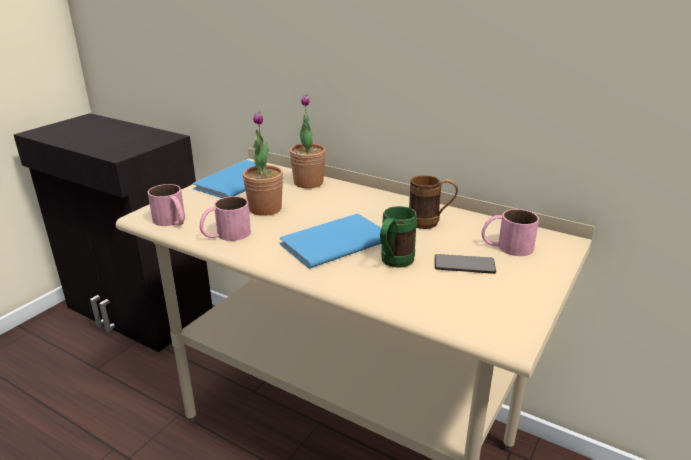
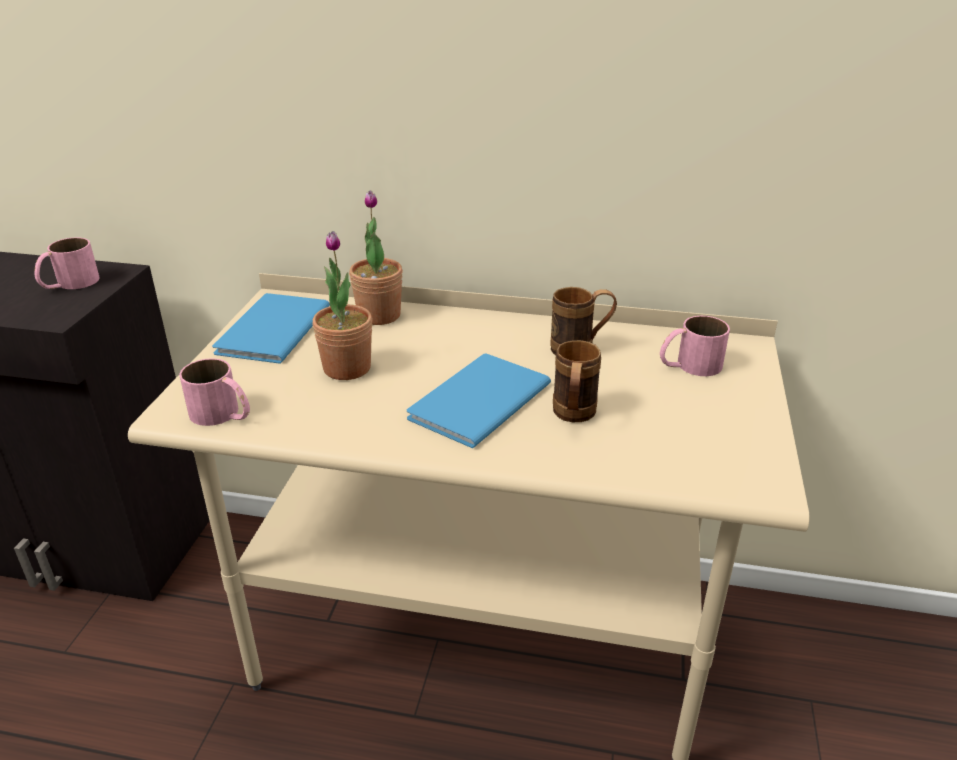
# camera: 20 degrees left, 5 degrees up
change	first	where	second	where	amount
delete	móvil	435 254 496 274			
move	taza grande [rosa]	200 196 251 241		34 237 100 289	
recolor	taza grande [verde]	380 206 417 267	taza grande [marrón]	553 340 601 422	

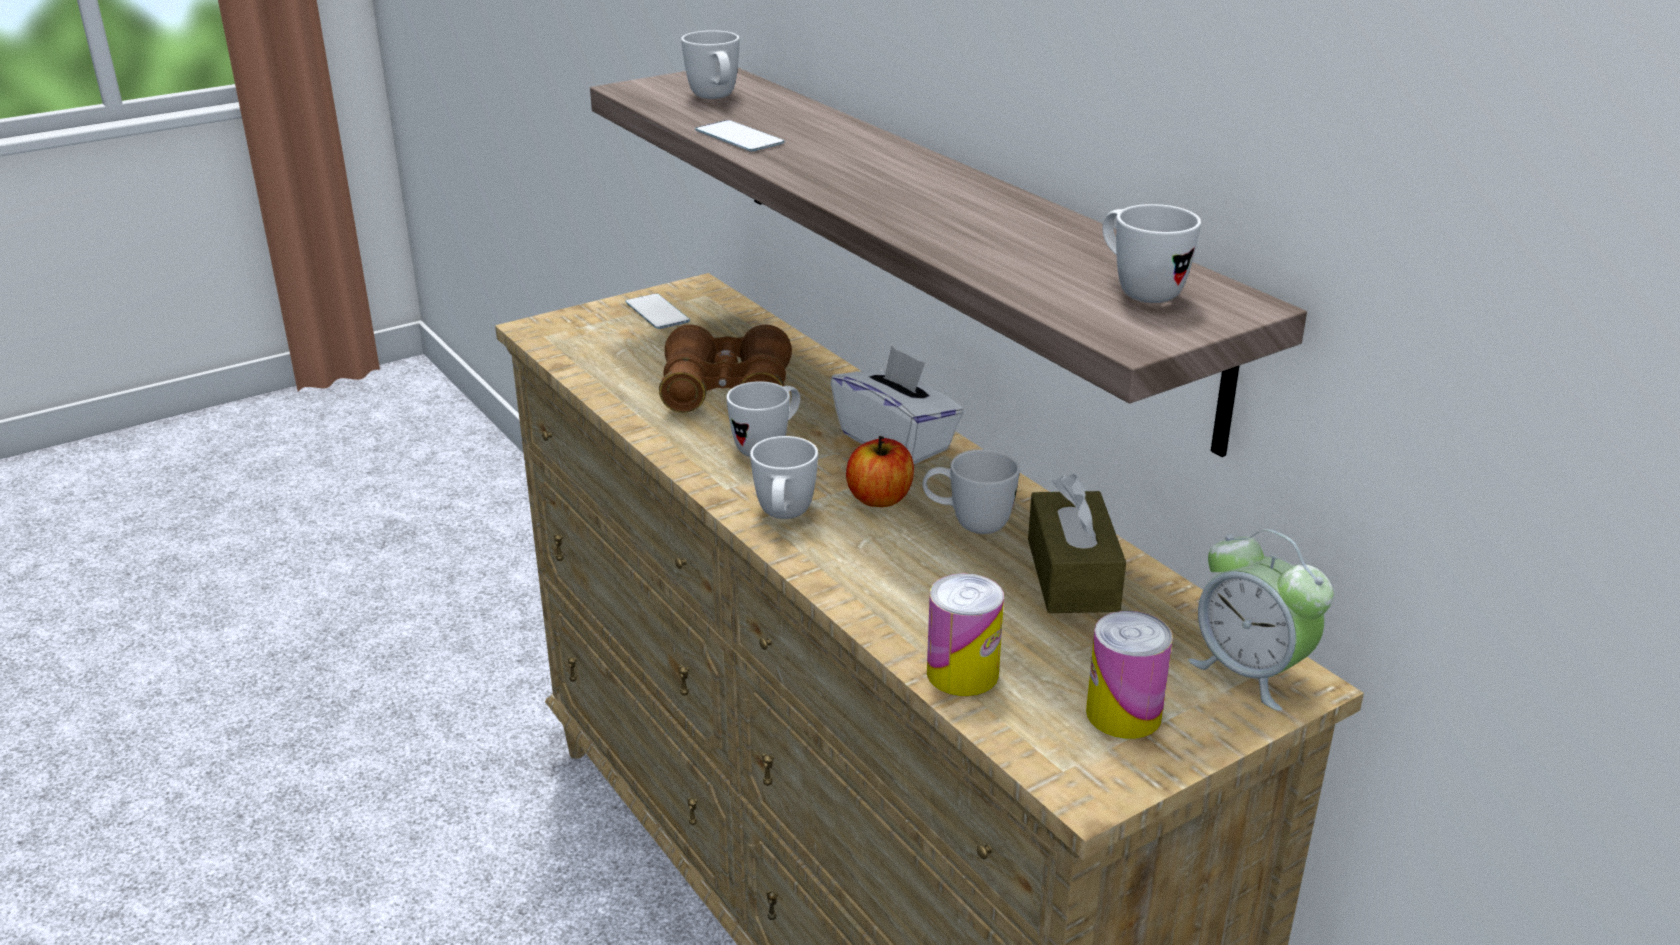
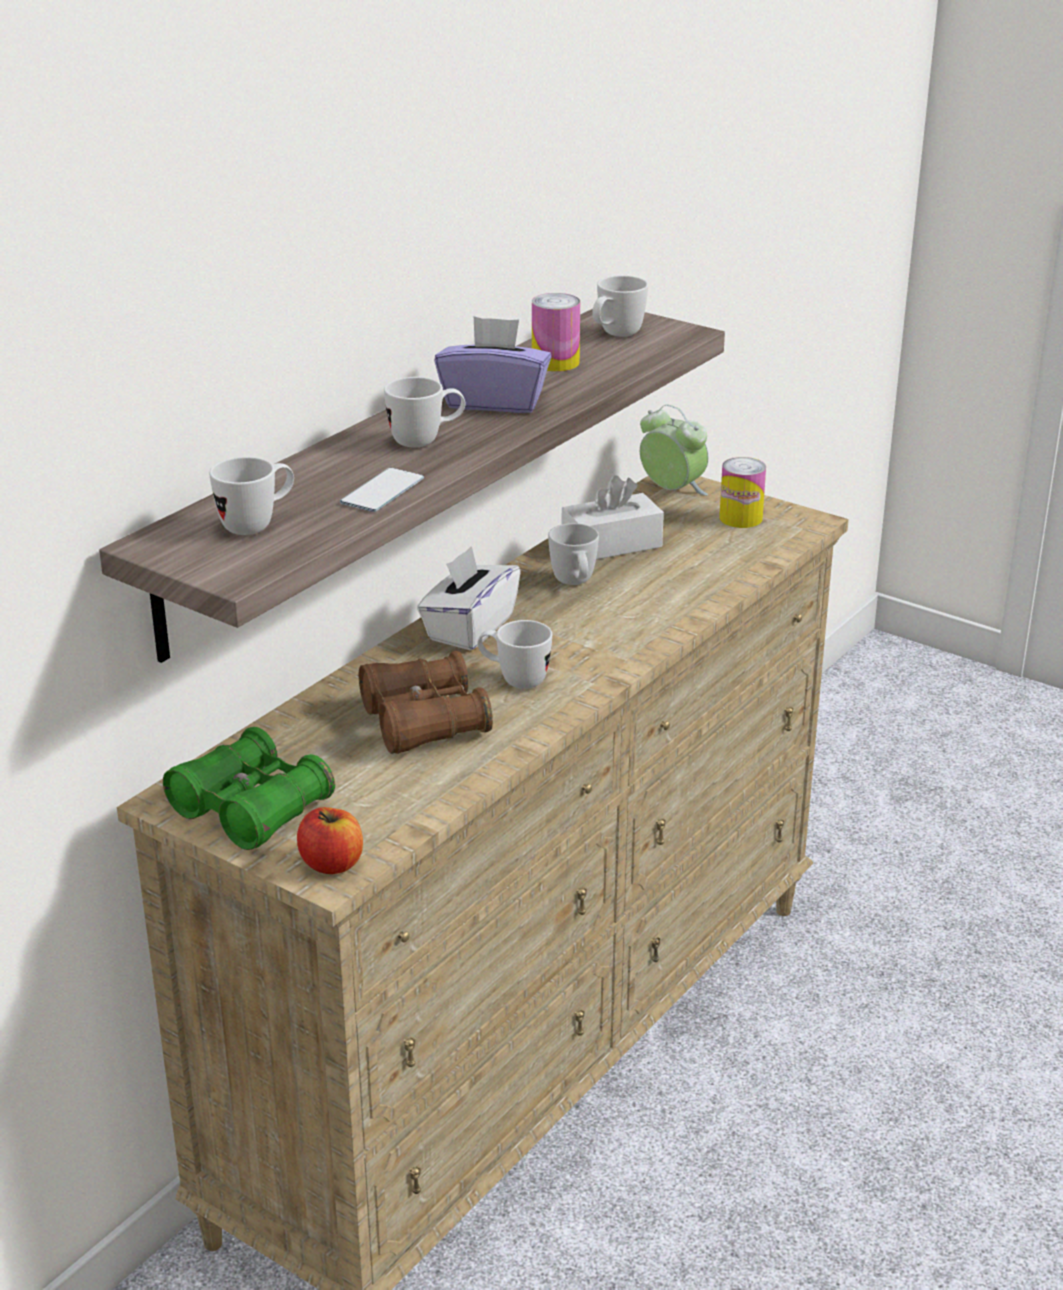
# camera: 110 degrees left, 0 degrees up
change	first	where	second	where	amount
insert			caja de pañuelos [morado]	434 316 552 413	
move	taza grande [blanco]	750 436 818 519		384 377 465 448	
move	manzana	846 436 914 507		297 807 363 874	
move	lata	927 573 1004 696		532 293 580 372	
replace	móvil	625 293 690 329	prismáticos [verde]	163 727 335 850	
recolor	caja de pañuelos [marrón]	1028 474 1126 613	caja de pañuelos [blanco]	562 475 664 559	
rotate	despertador	1188 529 1333 711		640 404 708 496	75 degrees counterclockwise

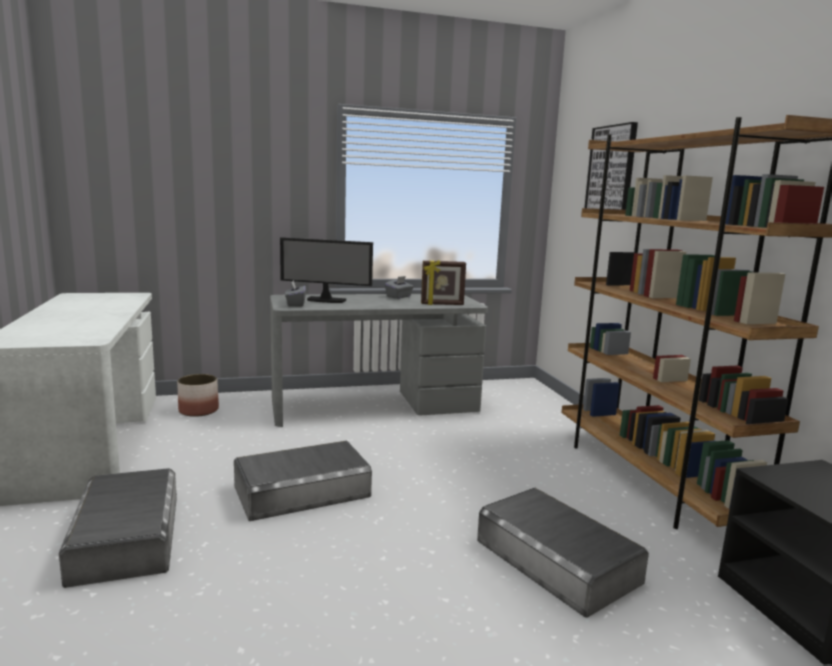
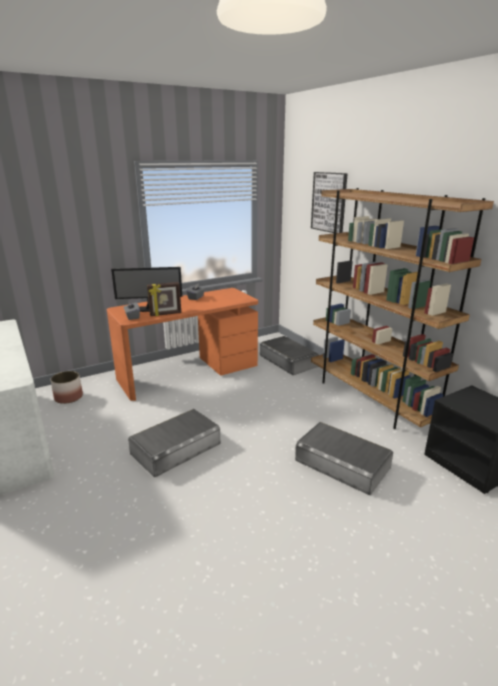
# camera: 15 degrees left, 10 degrees up
change	first	where	second	where	amount
move	caja de almacenaje [gris]	59 468 177 588		260 336 319 375	
move	portarretratos	421 260 466 305		147 282 181 316	
recolor	escritorio [gris]	270 294 488 427	escritorio [naranja]	107 288 258 401	

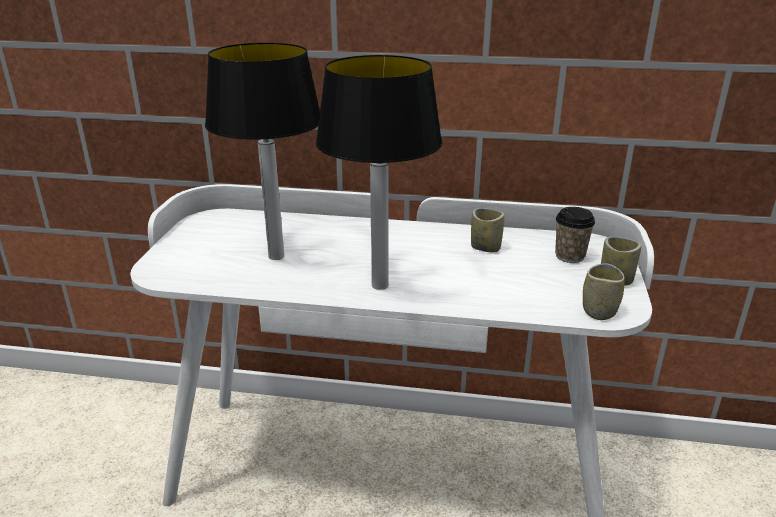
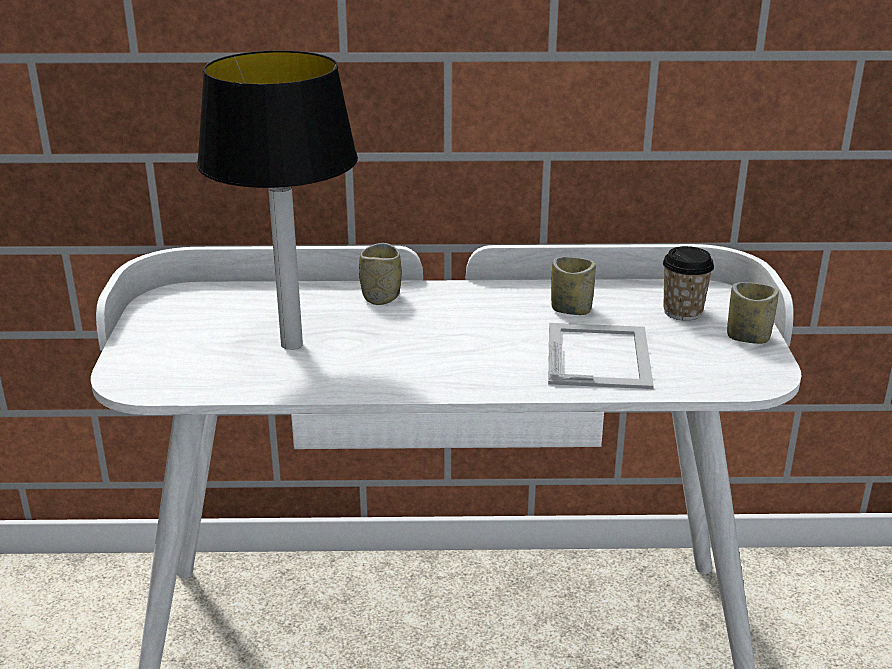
# camera: 10 degrees left, 0 degrees up
change	first	where	second	where	amount
delete	lámpara de mesa	316 55 443 290			
insert			portarretratos	548 323 654 389	
move	taza	583 263 625 320		359 243 402 305	

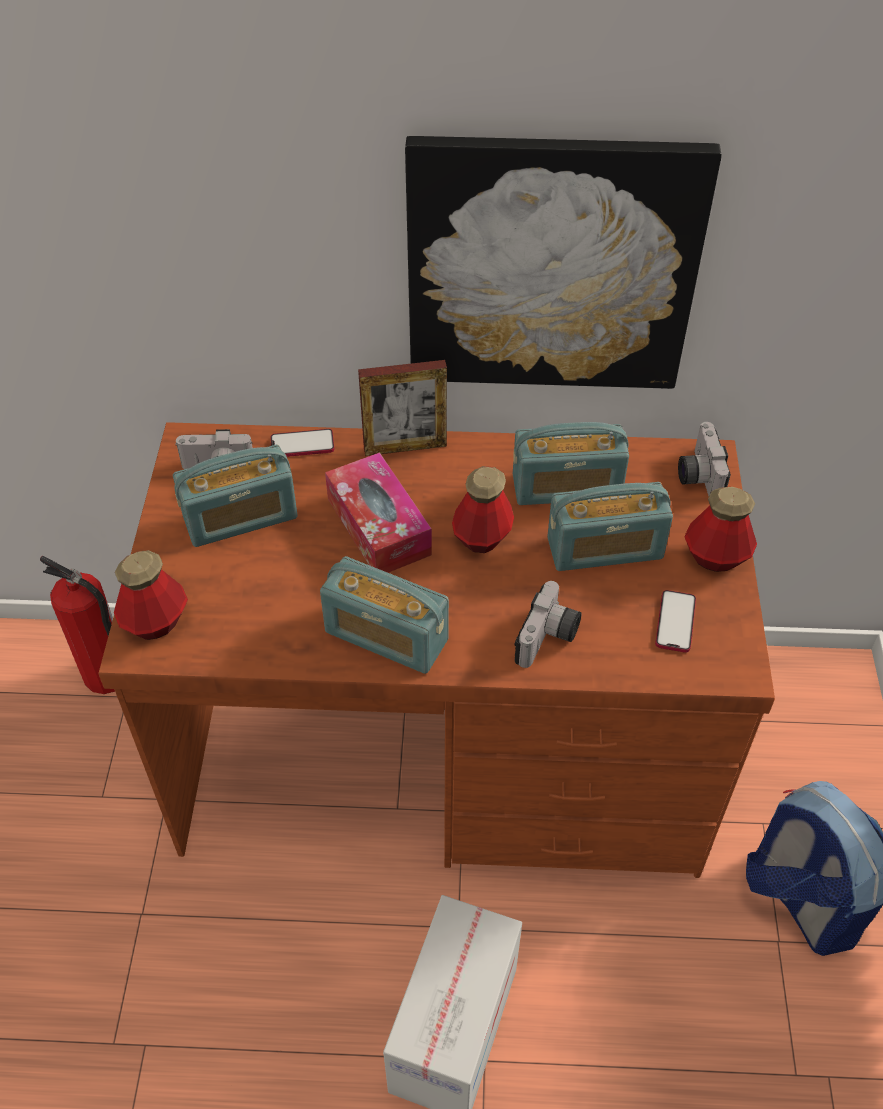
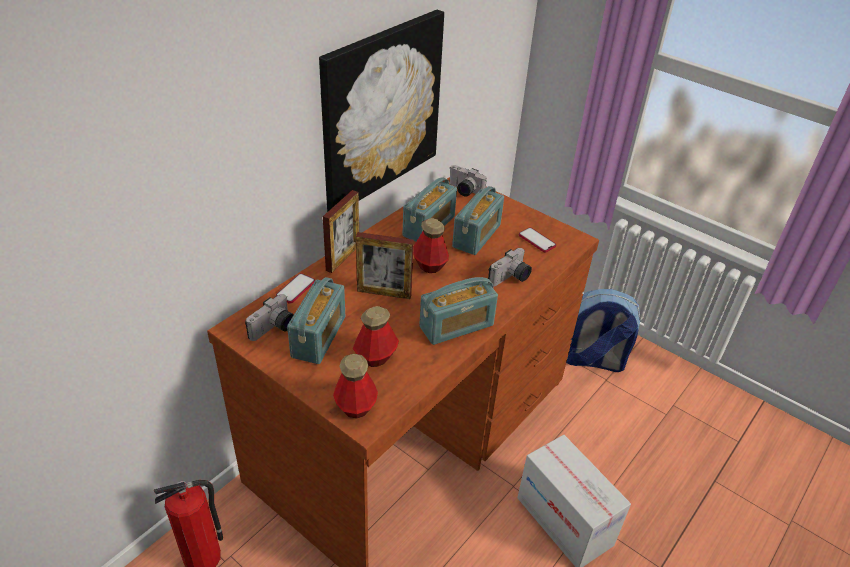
# camera: 55 degrees left, 10 degrees down
change	first	where	second	where	amount
move	botella	684 487 757 572		353 306 399 367	
replace	caja de pañuelos	325 452 432 573	portarretratos	356 232 414 299	
rotate	cámara	514 581 581 668		488 248 532 287	75 degrees clockwise

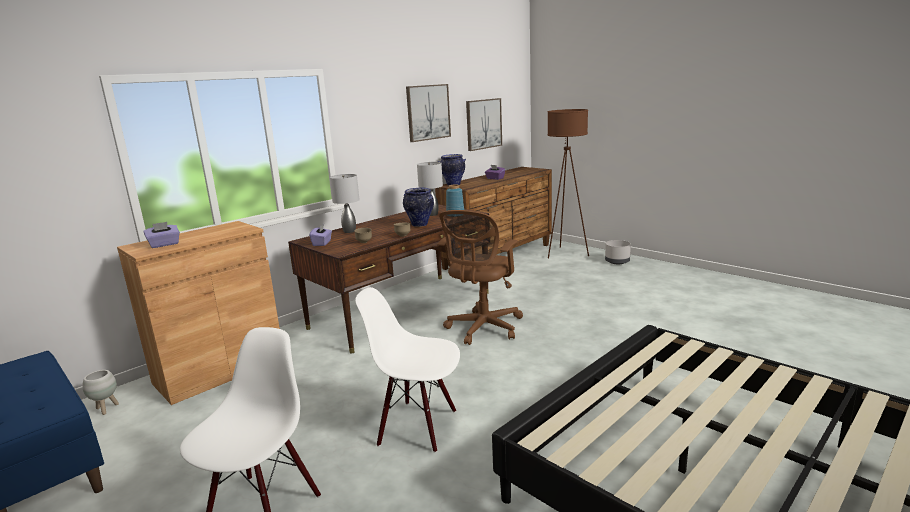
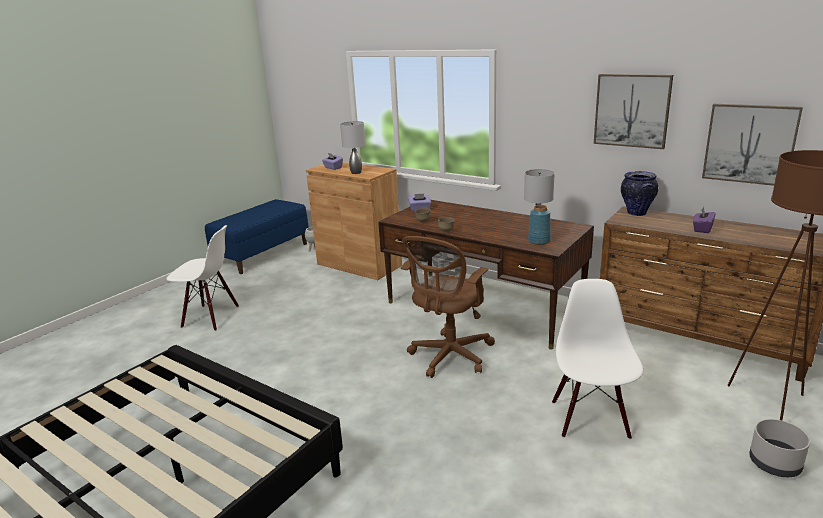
# camera: 80 degrees right, 5 degrees up
change	first	where	second	where	amount
delete	florero	403 188 434 227			
move	lámpara de mesa [gris]	330 174 360 233		340 121 366 174	
move	silla [blanco]	355 287 460 453		552 279 643 439	
rotate	silla de oficina [marrón]	437 210 523 345		401 236 495 378	75 degrees counterclockwise

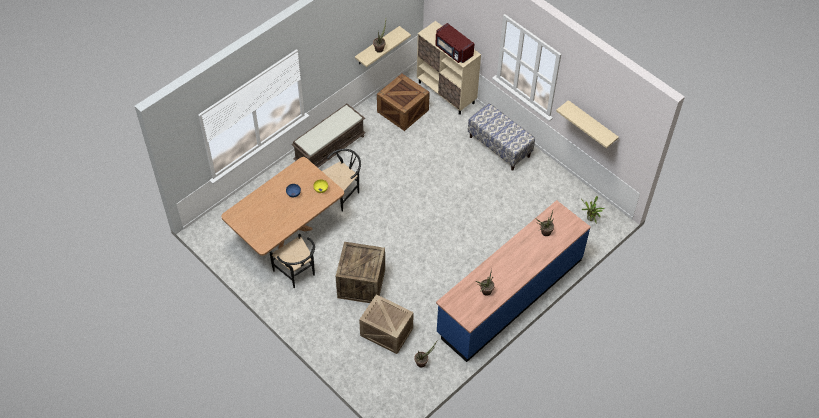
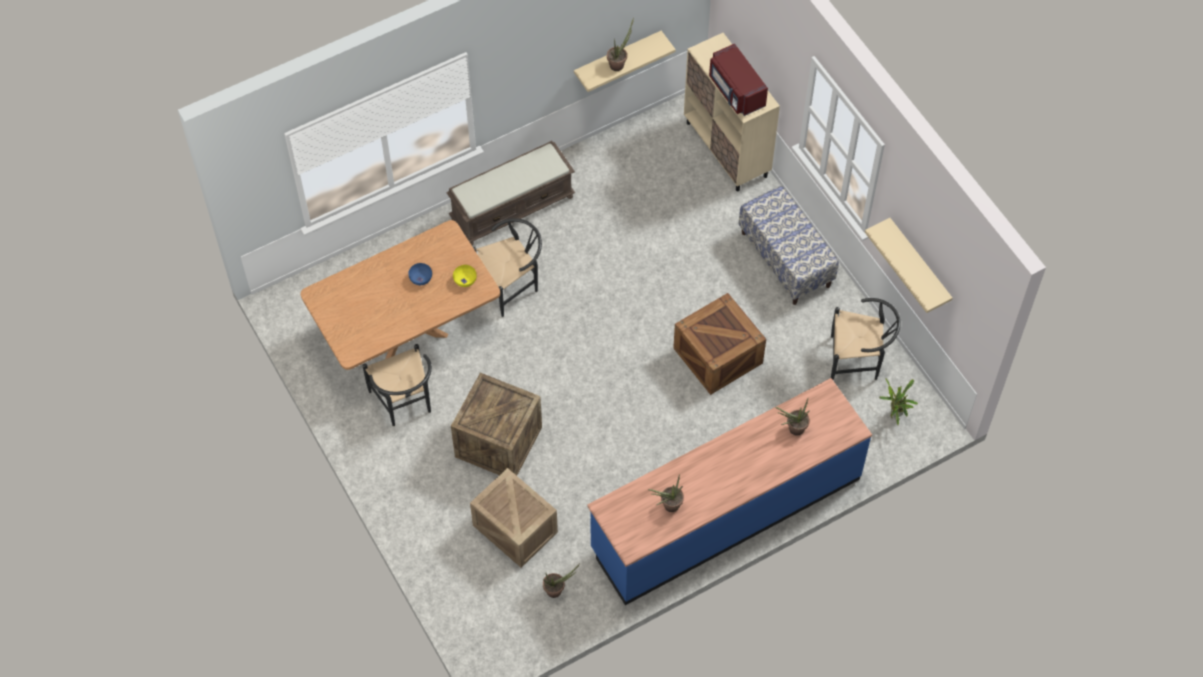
# camera: 15 degrees right, 5 degrees up
change	first	where	second	where	amount
insert			silla [negro]	831 298 901 380	
move	caja de embalaje	377 74 430 131		673 293 766 395	

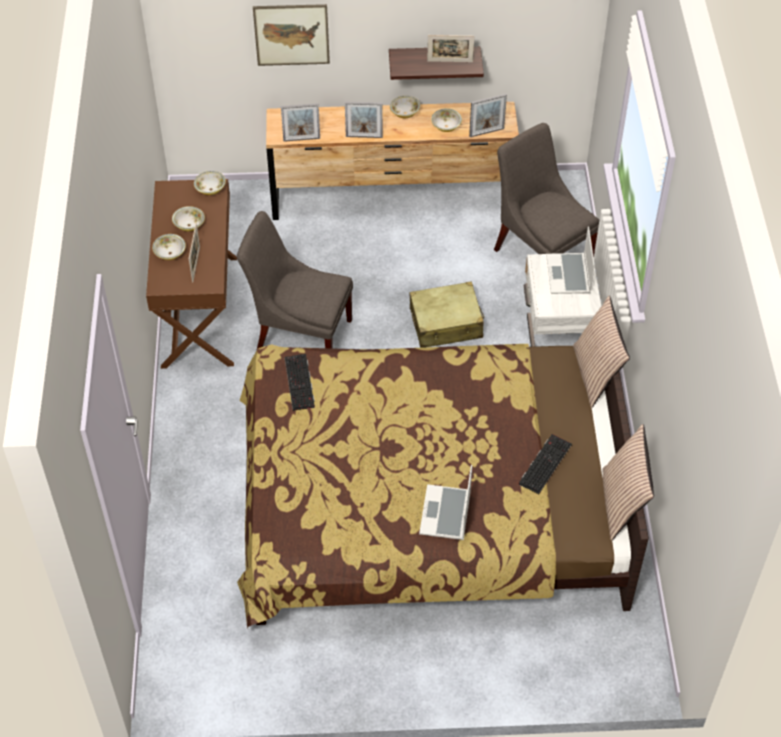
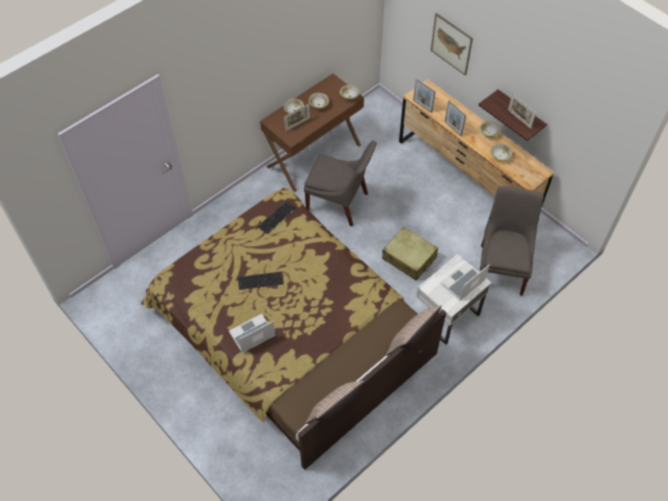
# camera: 50 degrees right, 5 degrees up
change	first	where	second	where	amount
delete	portarretratos	469 94 507 137			
move	teclado	519 434 572 494		238 272 284 290	
rotate	silla [gris]	237 211 353 349		304 141 377 226	135 degrees clockwise

